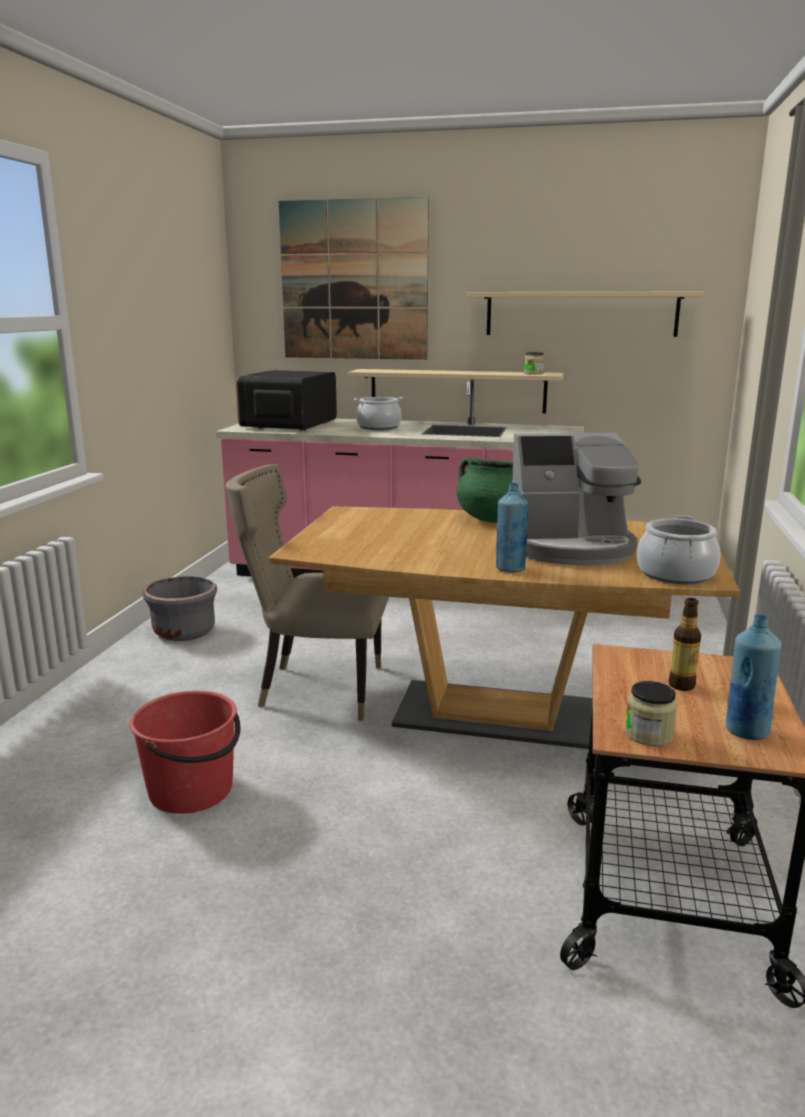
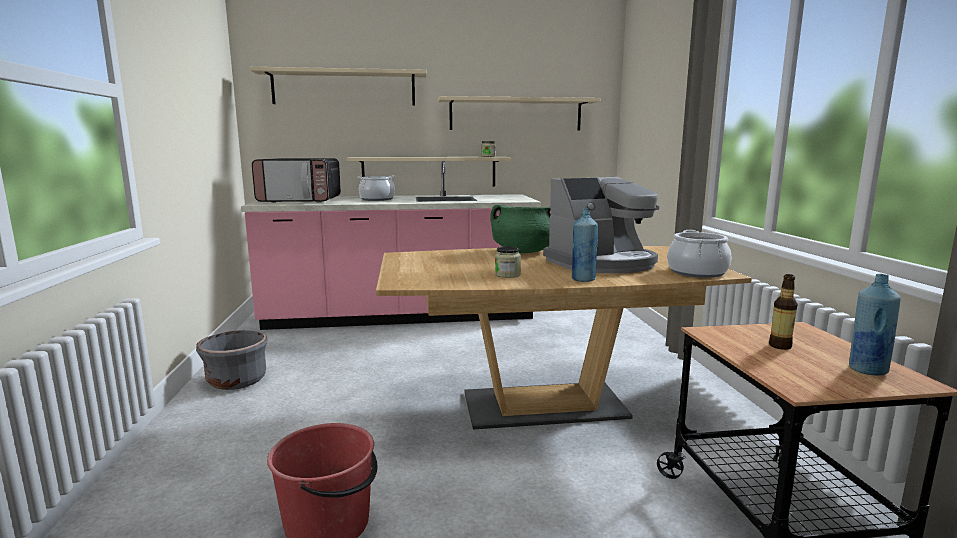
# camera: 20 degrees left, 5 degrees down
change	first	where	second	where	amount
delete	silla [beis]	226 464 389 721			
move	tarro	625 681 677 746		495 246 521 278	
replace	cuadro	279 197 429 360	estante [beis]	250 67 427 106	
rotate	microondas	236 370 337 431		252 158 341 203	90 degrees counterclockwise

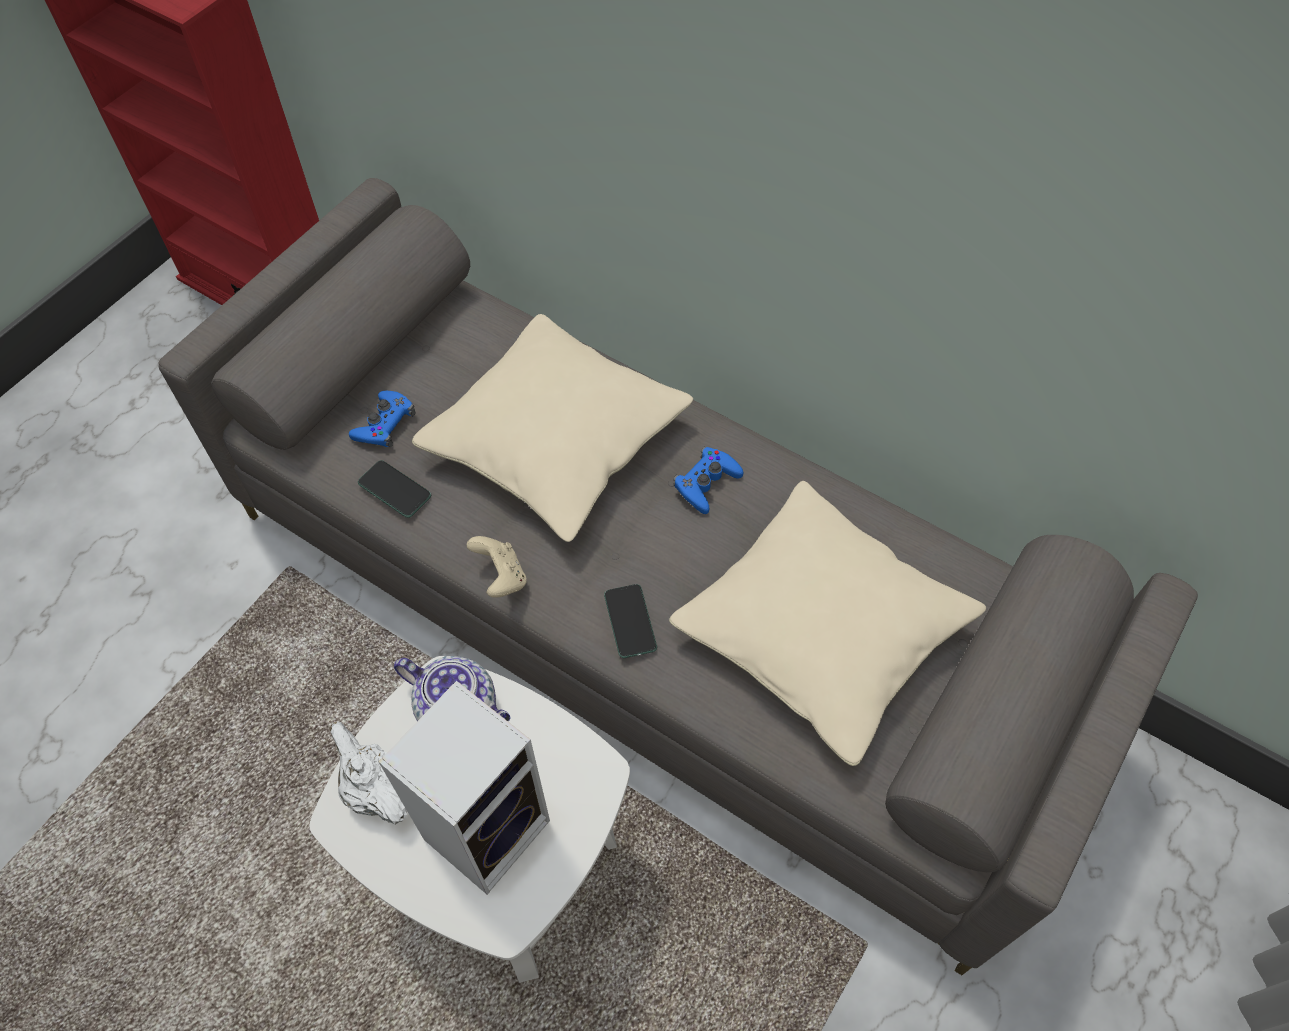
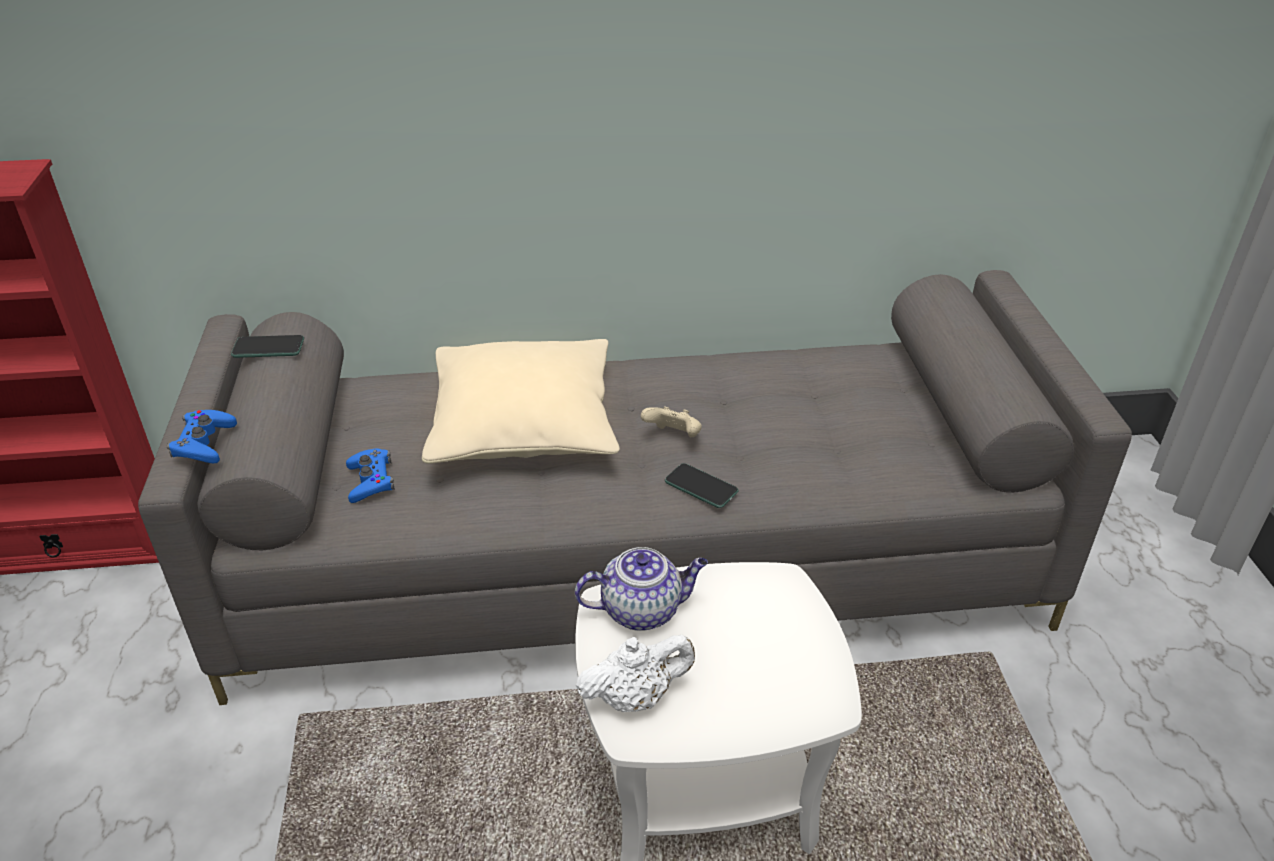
# camera: 40 degrees left, 20 degrees down
change	first	where	second	where	amount
delete	altavoz	379 681 550 895			
delete	cojín [beis]	669 481 986 766			
move	móvil	358 460 431 518		231 335 304 358	
move	mando de consola [beis]	467 536 527 598		641 407 702 437	
move	mando de consola [azul]	673 447 743 514		167 410 237 463	
rotate	tetera [blanco]	330 722 407 825		576 635 695 712	150 degrees clockwise

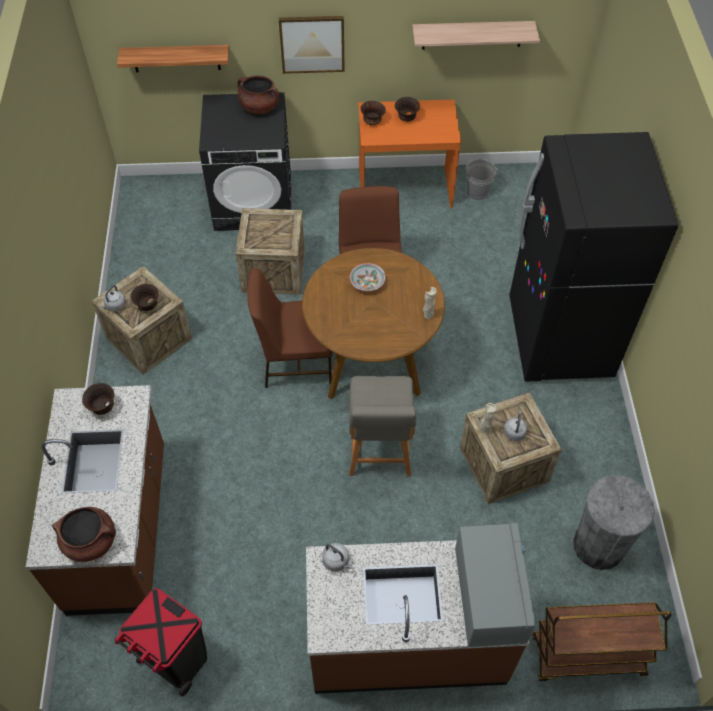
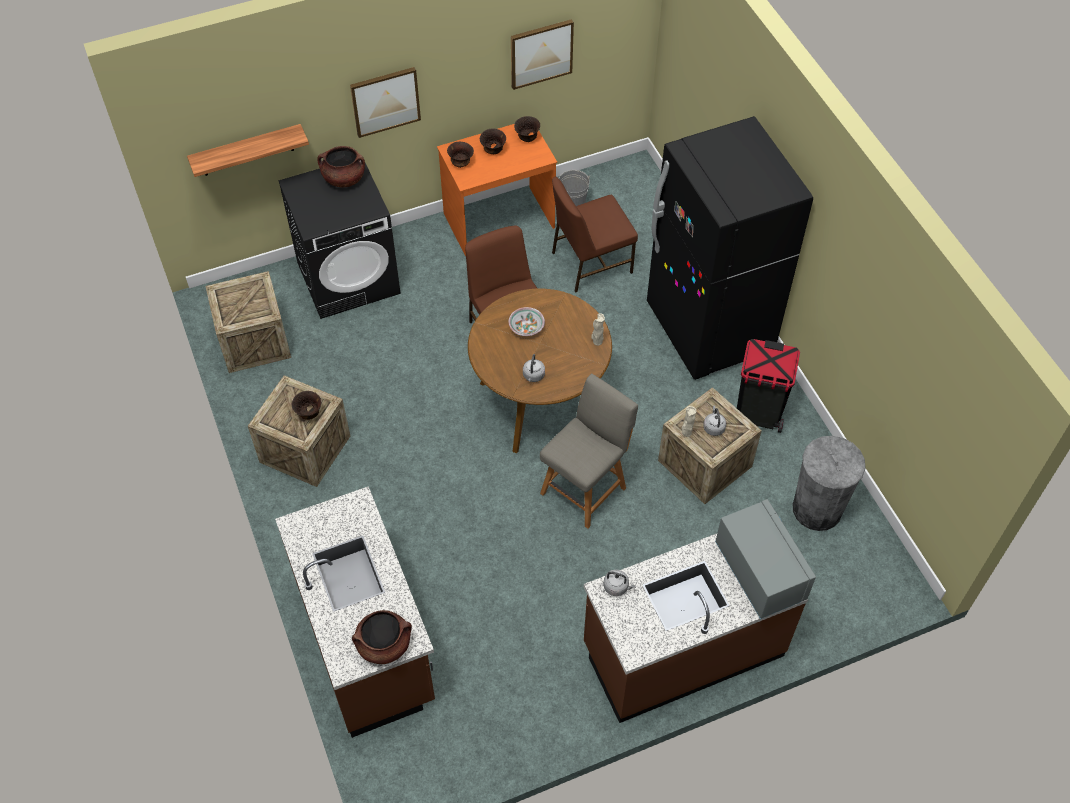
# camera: 20 degrees left, 0 degrees up
change	first	where	second	where	amount
delete	carrito [marrón]	532 602 671 682			
move	cuenco [marrón]	82 383 115 415		514 116 540 142	
move	hervidor [gris]	101 285 126 312		523 354 545 382	
move	papelera [negro]	114 588 207 696		737 339 800 433	
move	caja de embalaje	235 208 305 295		205 271 291 373	
move	silla [marrón]	247 268 333 388		552 177 638 293	
replace	estante	412 21 540 50	cuadro	511 19 574 90	
rotate	silla [gris]	349 376 416 476		540 374 638 529	120 degrees counterclockwise

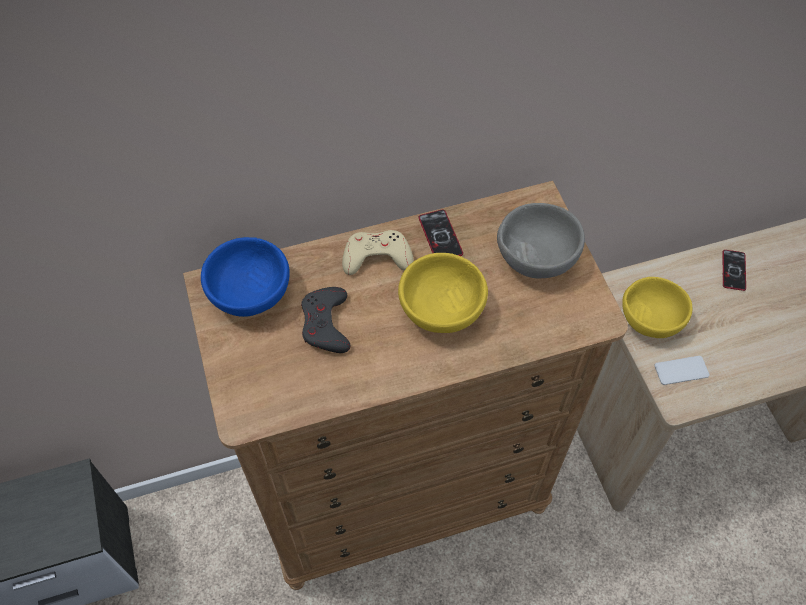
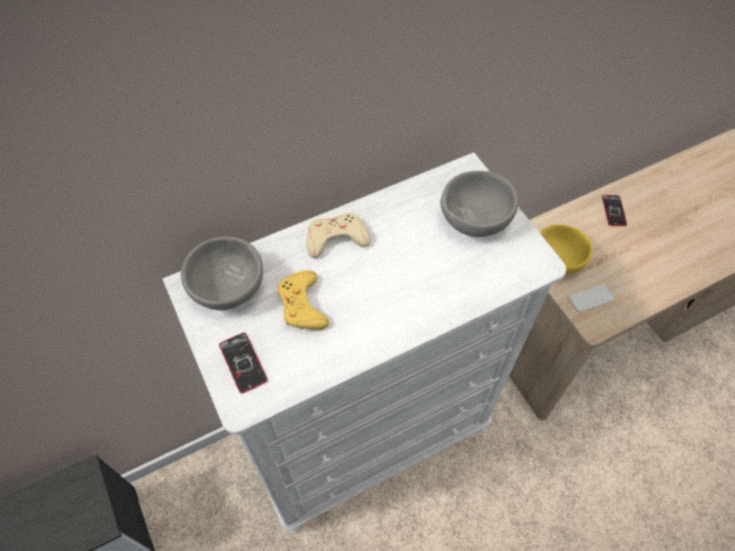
# camera: 10 degrees left, 0 degrees up
change	first	where	second	where	amount
delete	cuenco [amarillo]	398 253 488 333			
move	móvil	418 210 463 256		219 333 268 393	
recolor	cómoda [marrón]	183 181 628 590	cómoda [blanco]	163 152 566 533	
recolor	cuenco [azul]	201 237 290 317	cuenco [gris]	181 236 263 310	
recolor	mando de consola [gris]	301 287 350 353	mando de consola [amarillo]	278 270 329 330	

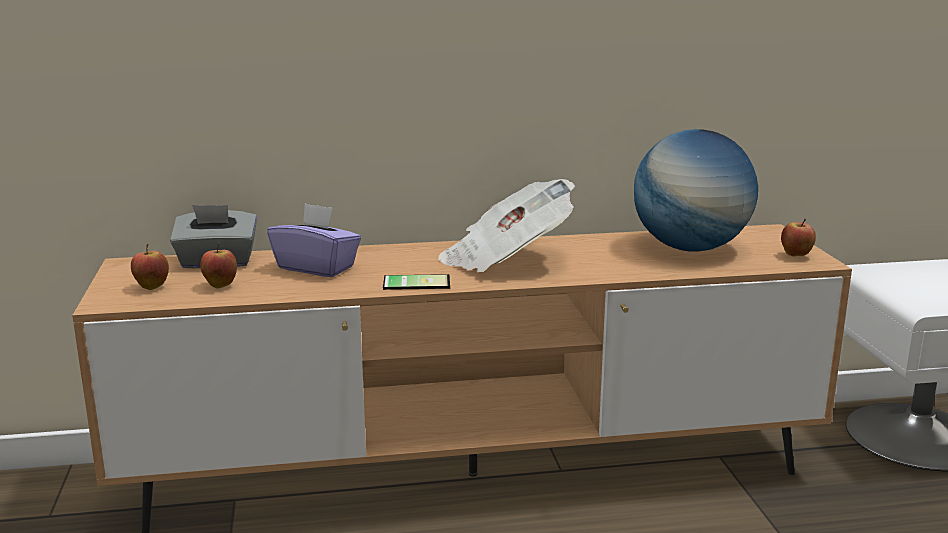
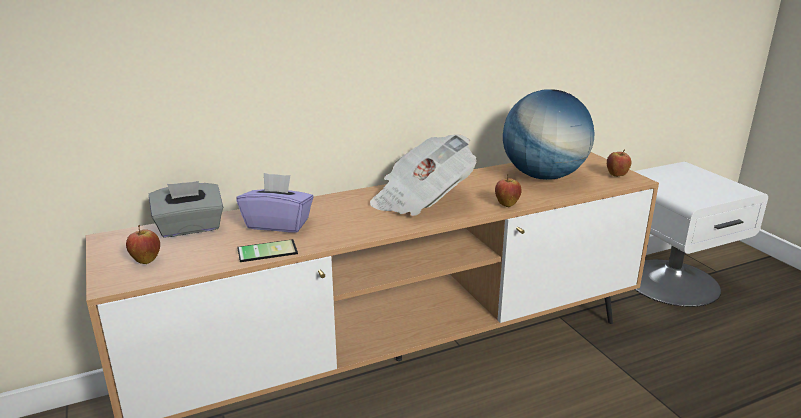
# camera: 15 degrees left, 5 degrees up
change	first	where	second	where	amount
move	manzana	200 243 237 289		495 174 521 207	
move	móvil	383 274 450 290		237 239 298 262	

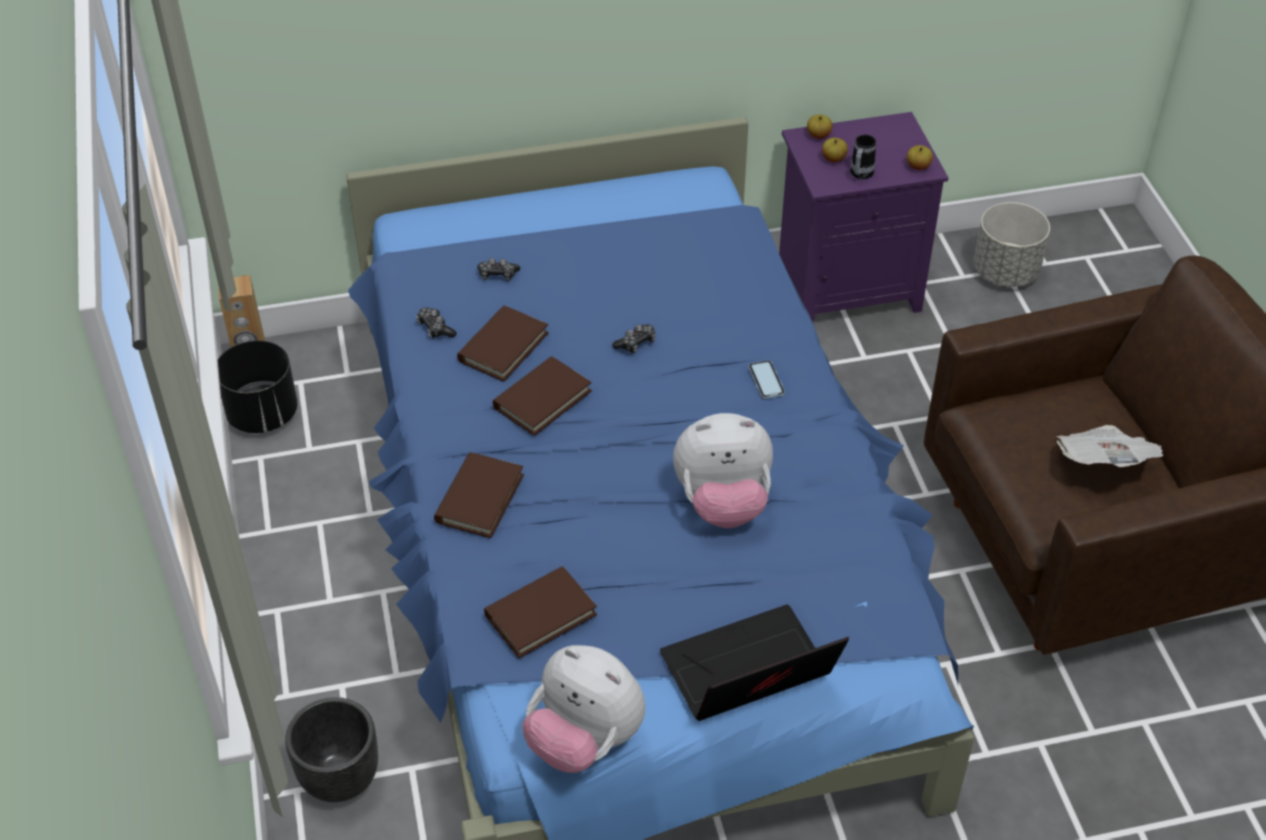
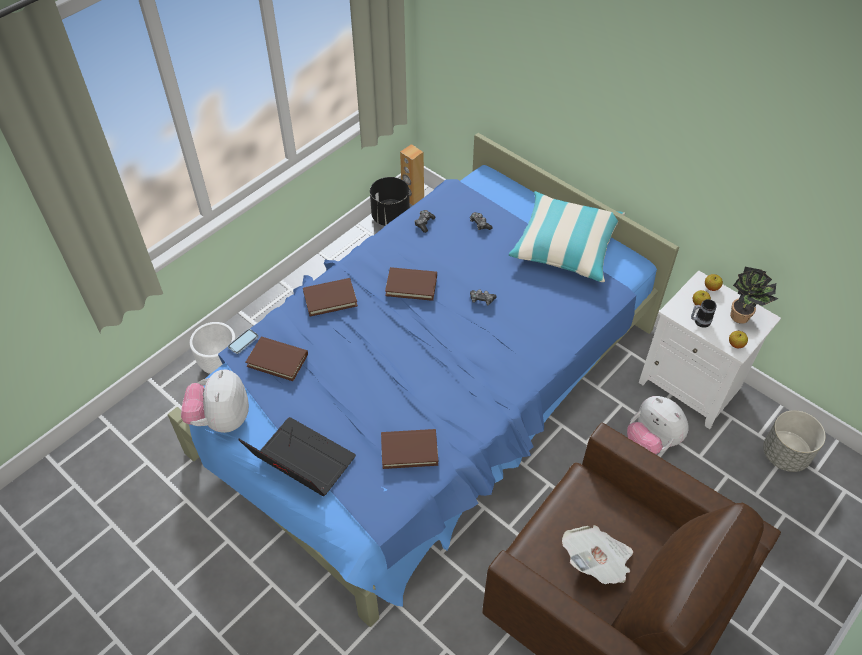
# camera: 55 degrees right, 5 degrees up
change	first	where	second	where	amount
insert			cojín	509 191 625 282	
insert			planta en maceta	730 267 779 324	
move	libro [marrón]	457 306 549 382		381 429 438 469	
move	peluche	673 413 773 528		627 396 689 454	
move	móvil	748 360 785 399		228 329 259 354	
recolor	maceta [negro]	285 697 378 802	maceta [blanco]	190 322 236 374	
recolor	mesita de noche [morado]	779 112 949 322	mesita de noche [blanco]	639 270 781 429	

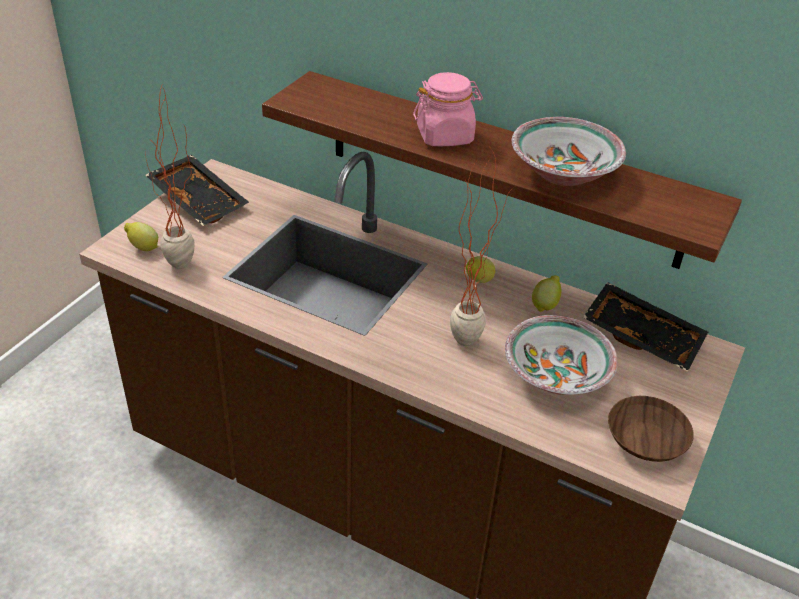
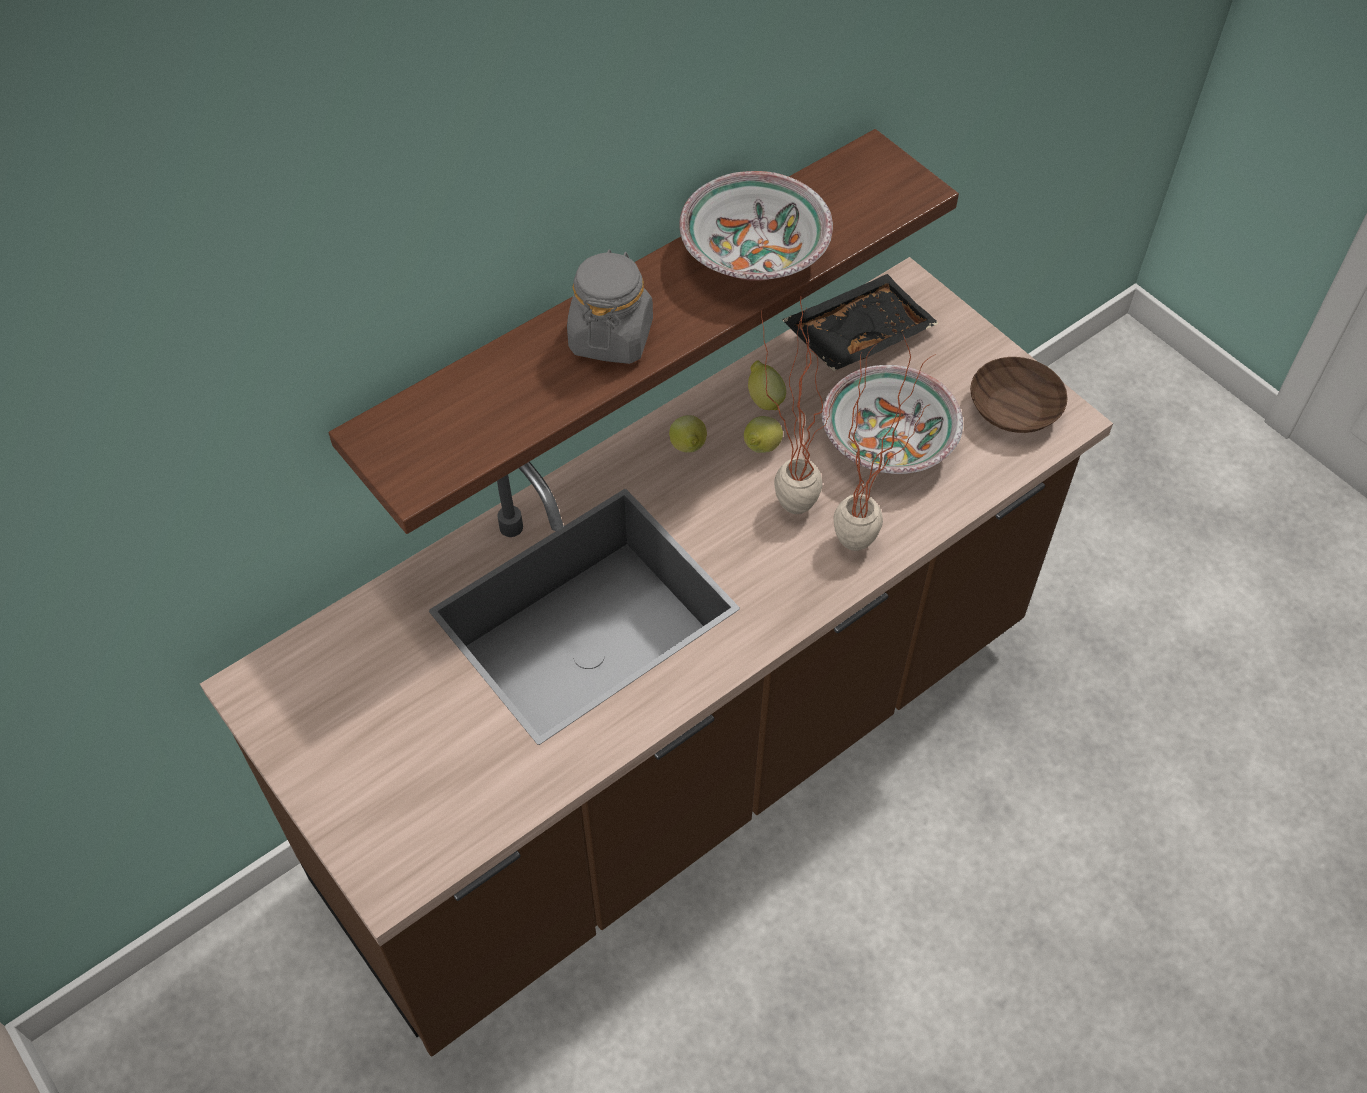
# camera: 65 degrees left, 15 degrees up
change	first	where	second	where	amount
delete	bandeja [negro]	146 155 249 226			
move	limón	124 222 158 251		744 416 783 453	
move	planta en maceta	145 86 195 269		834 332 936 551	
recolor	tarro [rosa]	413 72 483 146	tarro [gris]	567 249 653 364	

